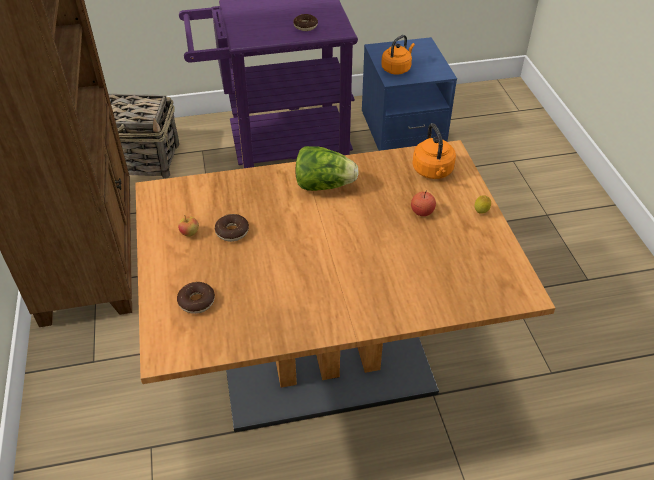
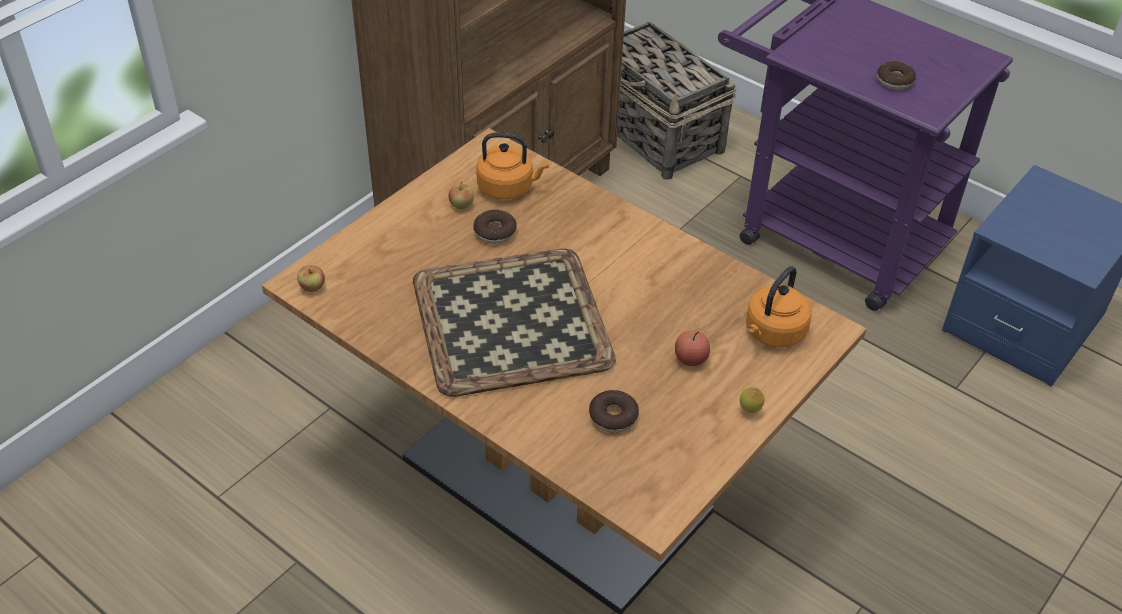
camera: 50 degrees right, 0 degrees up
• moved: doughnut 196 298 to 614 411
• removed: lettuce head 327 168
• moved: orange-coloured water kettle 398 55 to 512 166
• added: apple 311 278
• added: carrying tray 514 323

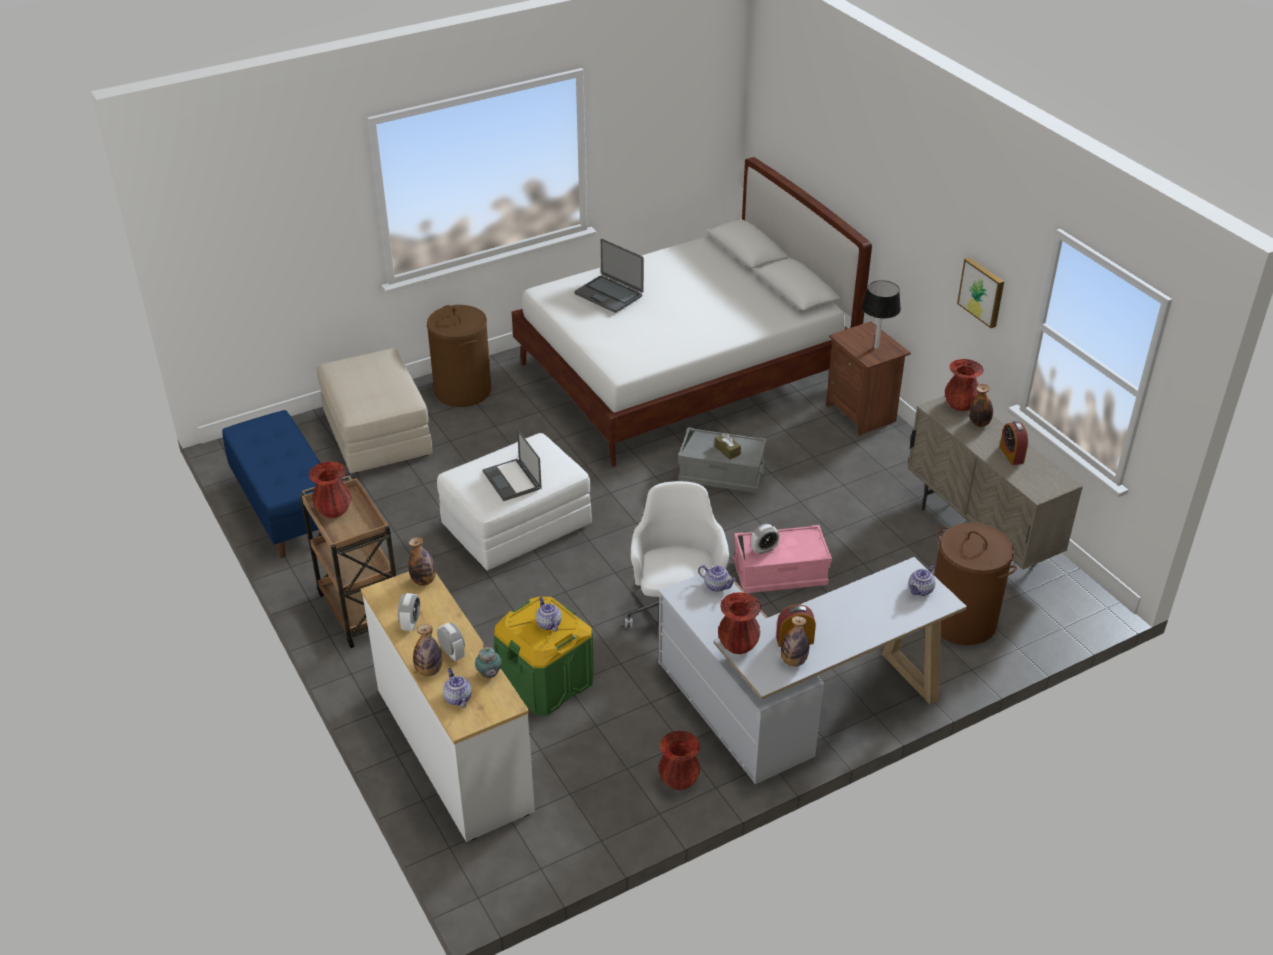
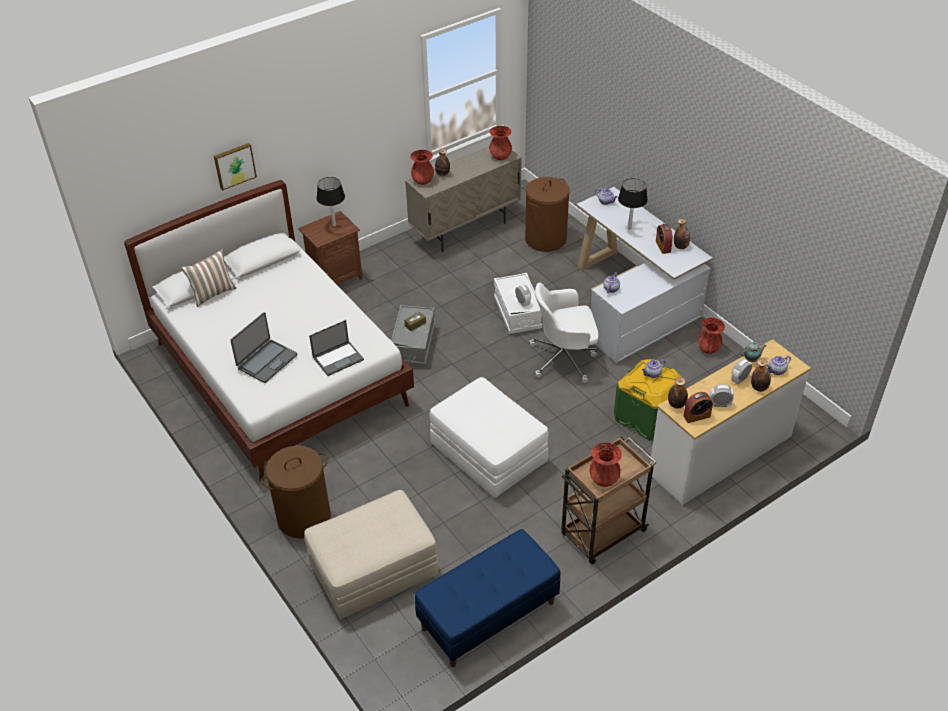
camera: 95 degrees left, 5 degrees up
• moved: laptop 512 465 to 336 348
• moved: red decorative vase 739 623 to 500 143
• recoloured: pink-coloured storage box 783 559 to white-coloured storage box 518 303
• moved: picture 980 292 to 235 166
• moved: alarm clock 1014 443 to 698 407
• added: pillow 208 278
• added: blackish tabletop lamp 633 203

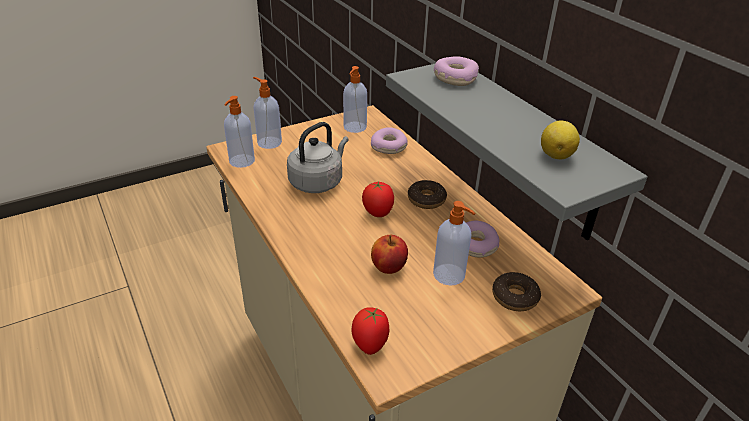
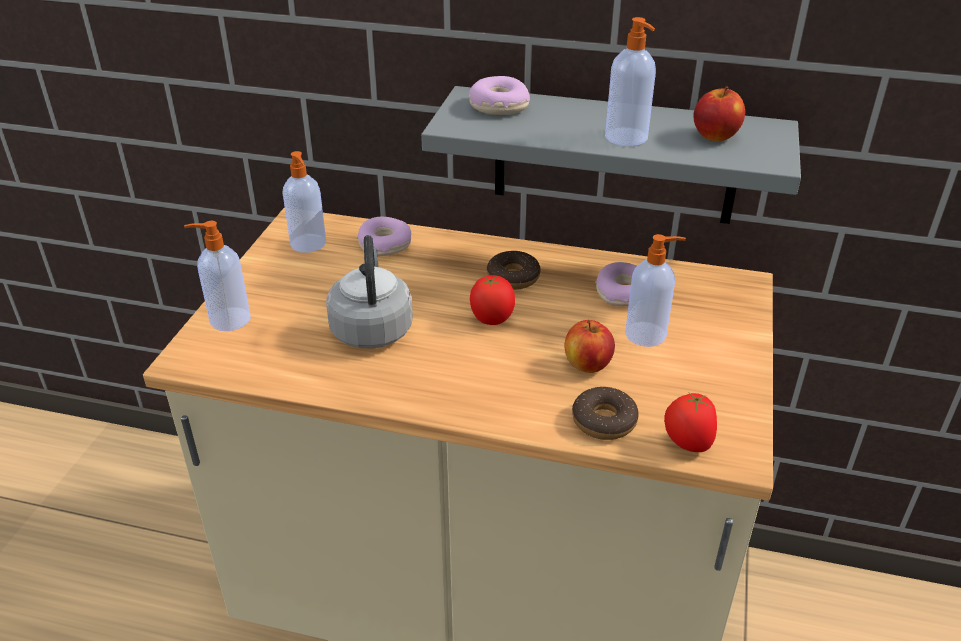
camera: 45 degrees left, 0 degrees up
• moved: soap bottle 239 132 to 630 81
• moved: doughnut 516 291 to 605 413
• replaced: citrus fruit 560 139 to apple 719 113

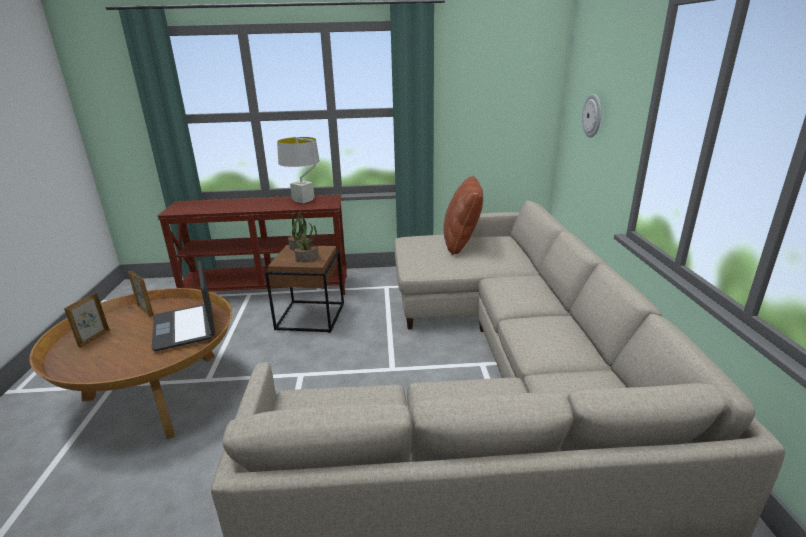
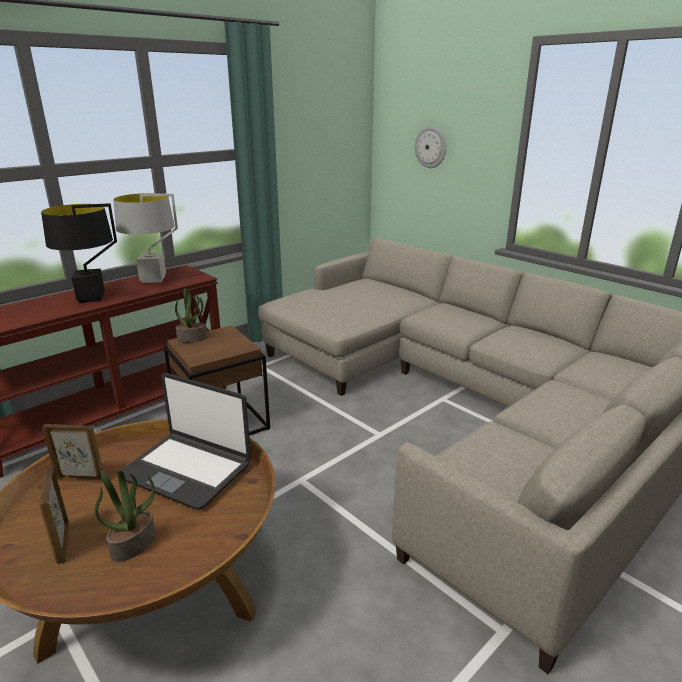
camera: 40 degrees left, 0 degrees up
• moved: potted plant 306 240 to 125 516
• removed: brownish pillow 463 215
• added: blackish tabletop lamp 79 253

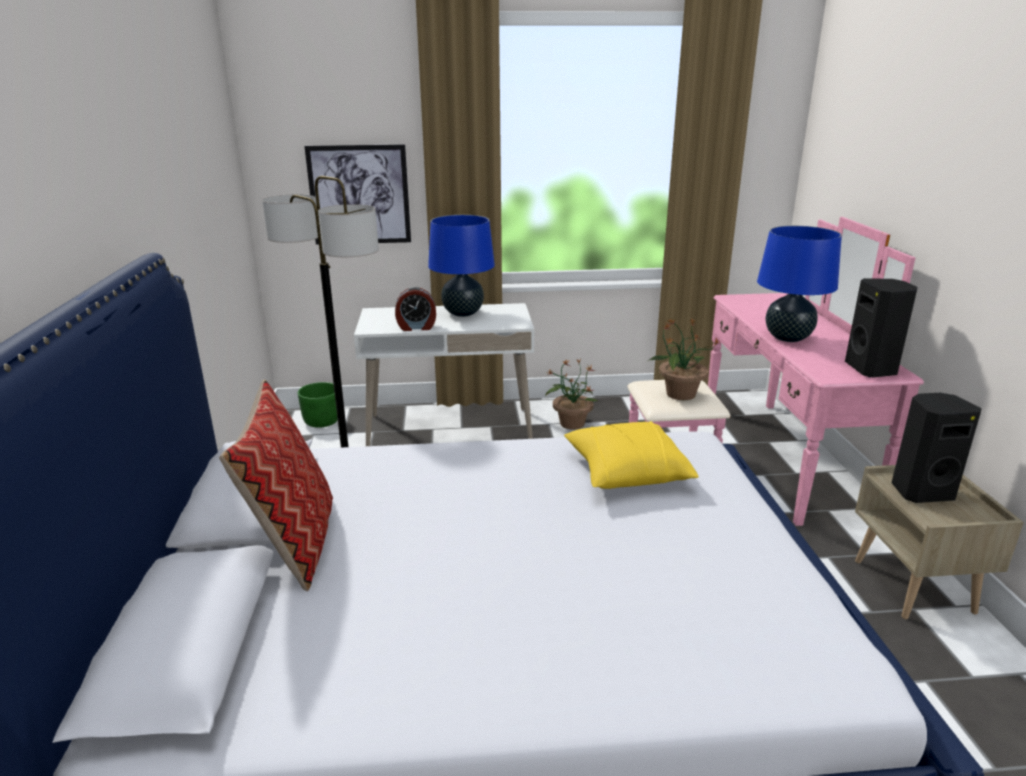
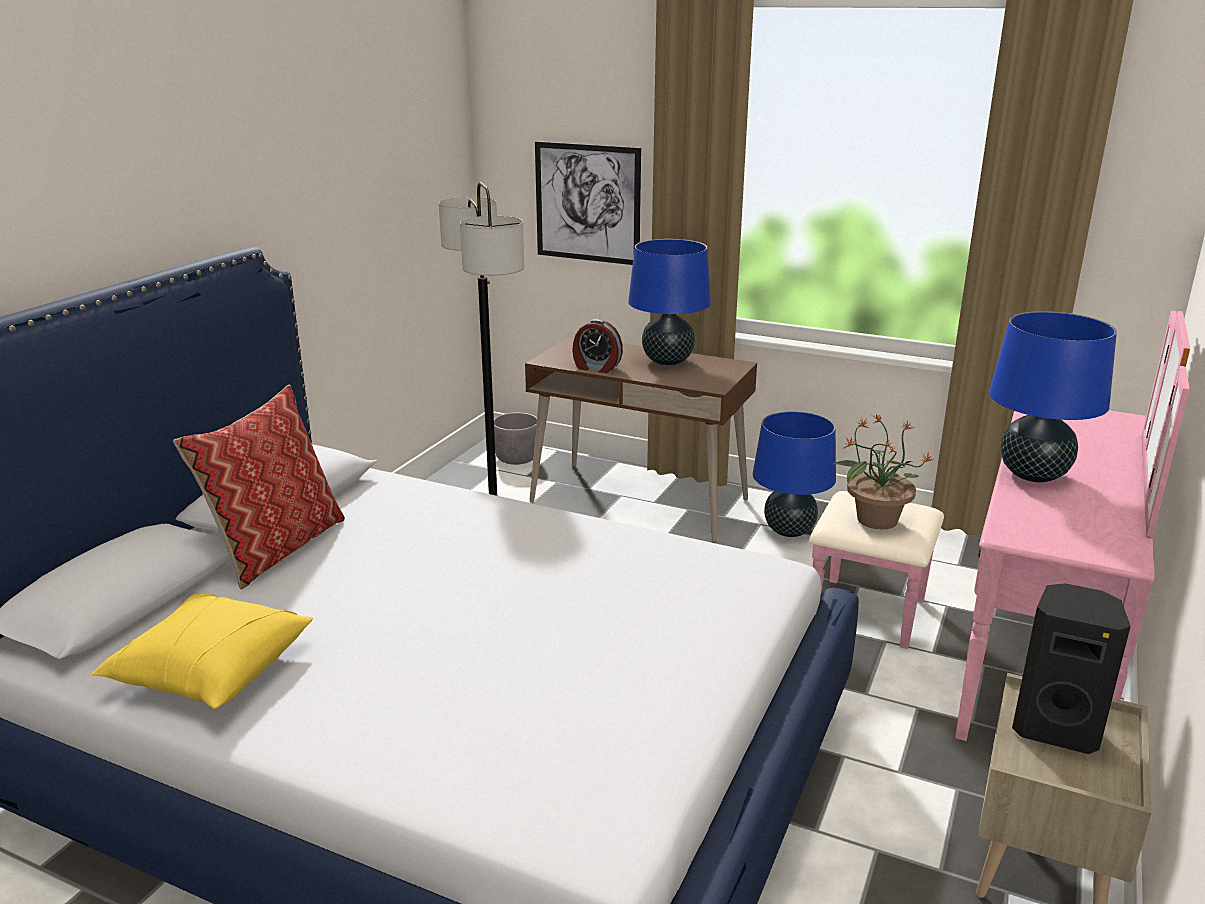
camera: 30 degrees right, 0 degrees up
• recoloured: green flower pot 318 405 to gray flower pot 515 439
• recoloured: white-coloured desk unit 444 374 to brownish desk unit 641 439
• replaced: potted plant 571 394 to blue-coloured tabletop lamp 794 474
• moved: yellowish pillow 631 455 to 202 651
• removed: blackish audio speaker 881 327

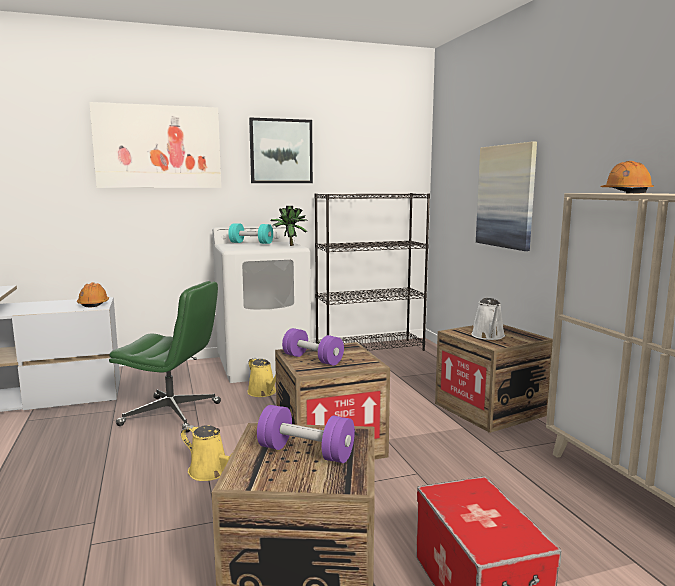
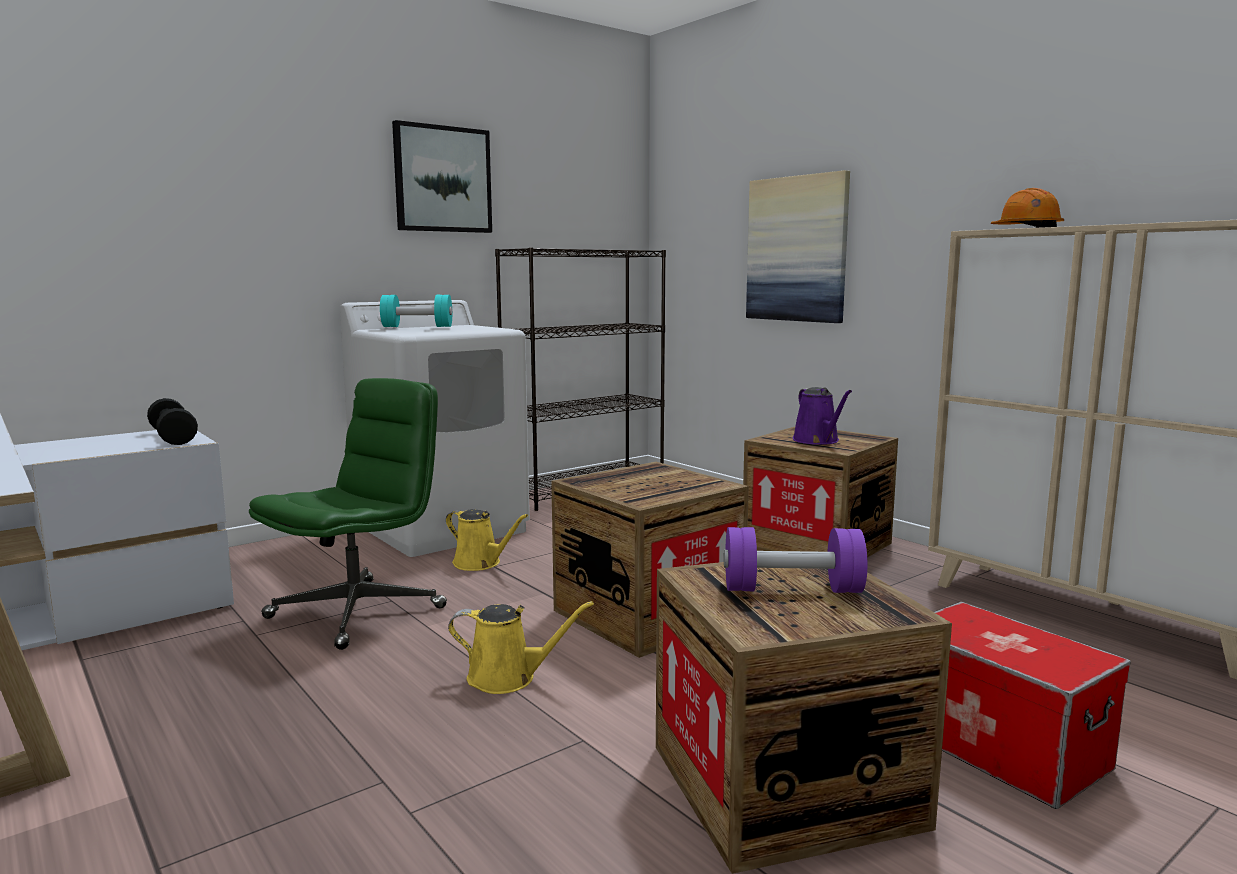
camera: 20 degrees left, 0 degrees up
• replaced: orange-coloured work helmet 93 294 to blackish dumbbell 172 421
• removed: picture 155 145
• turned: green computer chair 165 357 = 348 514 45 degrees counterclockwise
• removed: potted plant 289 226
• removed: purplish dumbbell 313 346
• recoloured: white-coloured watering can 488 319 to purplish watering can 822 416

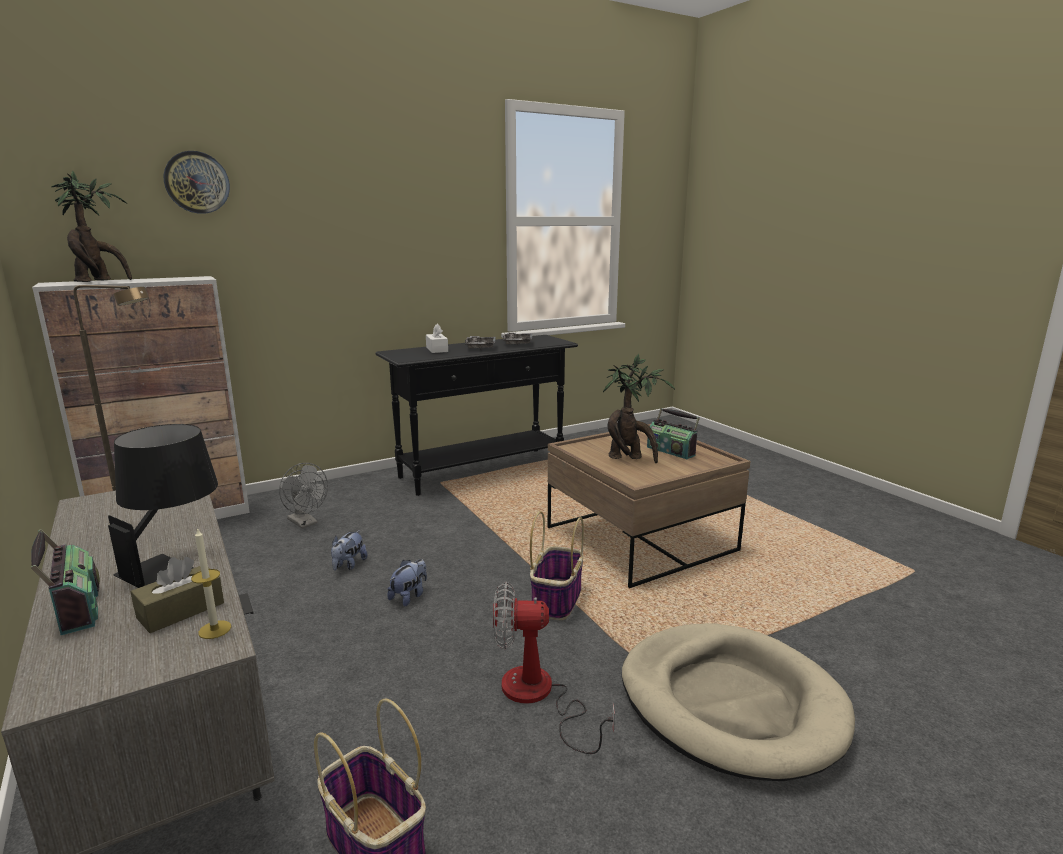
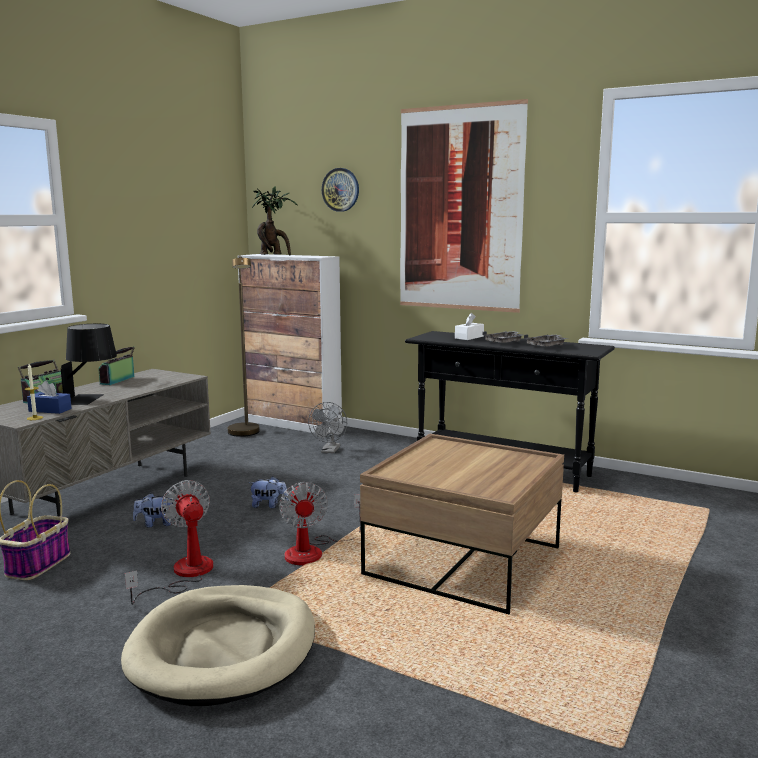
camera: 60 degrees right, 5 degrees down
• recoloured: brownish tissue holder 177 595 to blue-coloured tissue holder 49 397
• moved: cuddly toy 349 550 to 153 510
• replaced: storage basket 557 565 to fan 320 523
• removed: potted plant 639 408
• moved: radio set 673 433 to 116 365
• added: picture 464 206

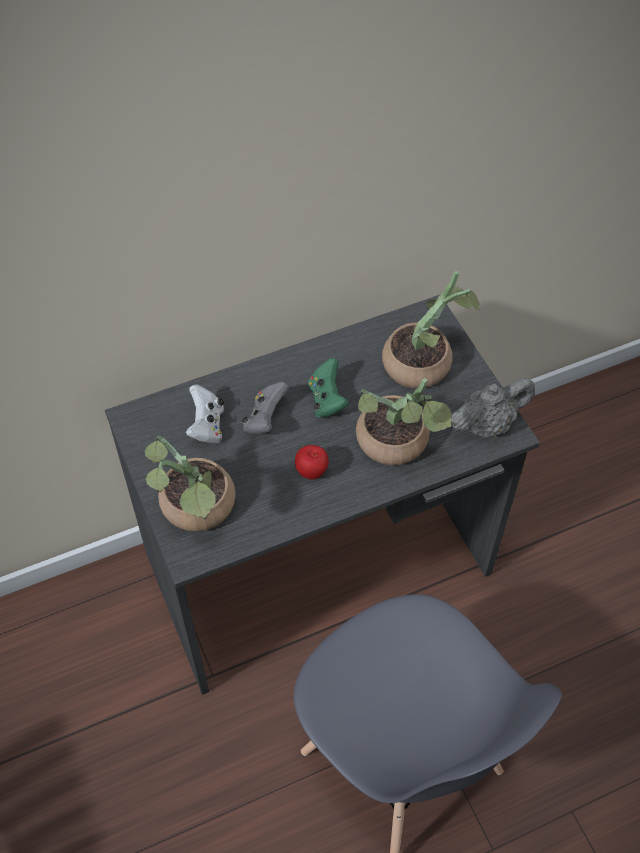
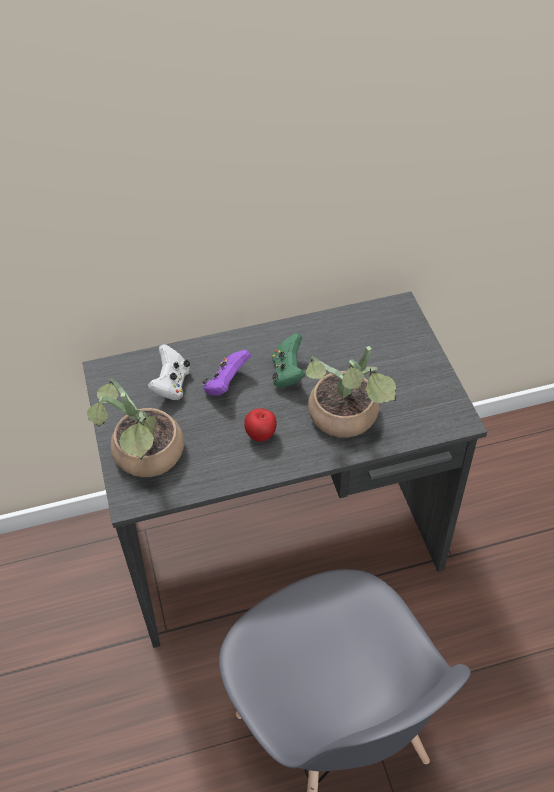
camera: 10 degrees right, 5 degrees down
• recoloured: gray gamepad 265 407 to purplish gamepad 227 372
• removed: potted plant 431 329
• removed: gray teapot 493 407

